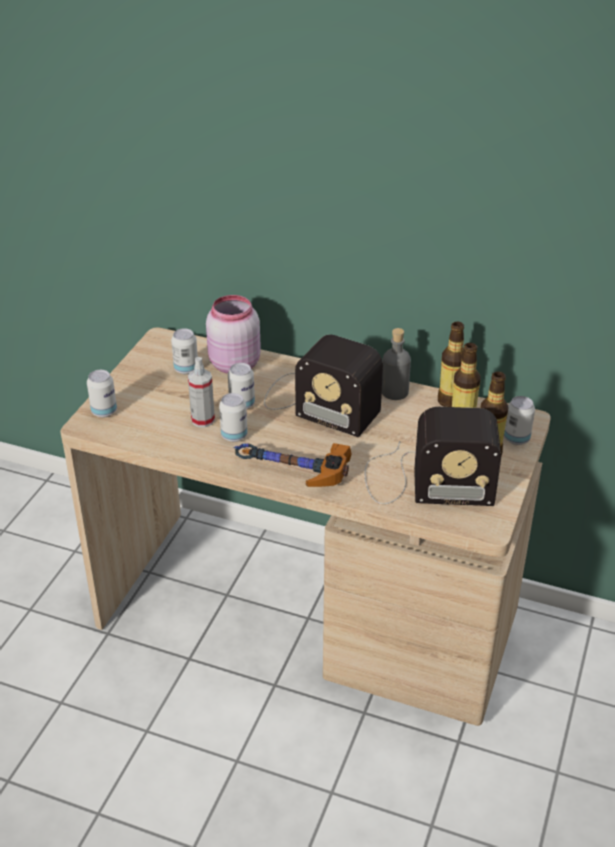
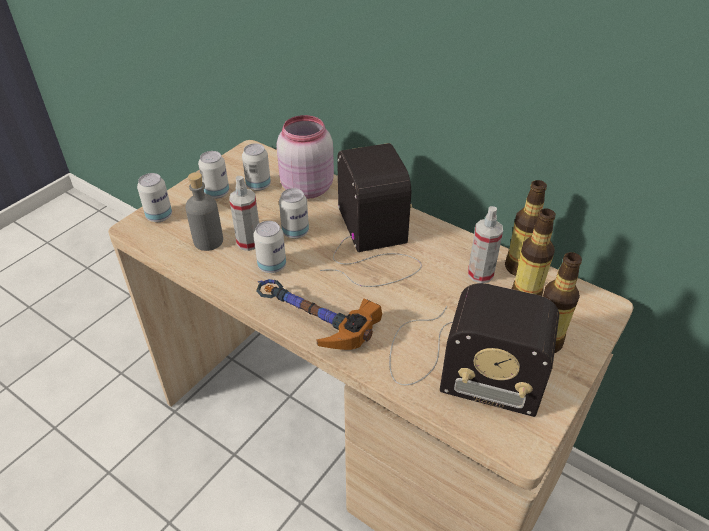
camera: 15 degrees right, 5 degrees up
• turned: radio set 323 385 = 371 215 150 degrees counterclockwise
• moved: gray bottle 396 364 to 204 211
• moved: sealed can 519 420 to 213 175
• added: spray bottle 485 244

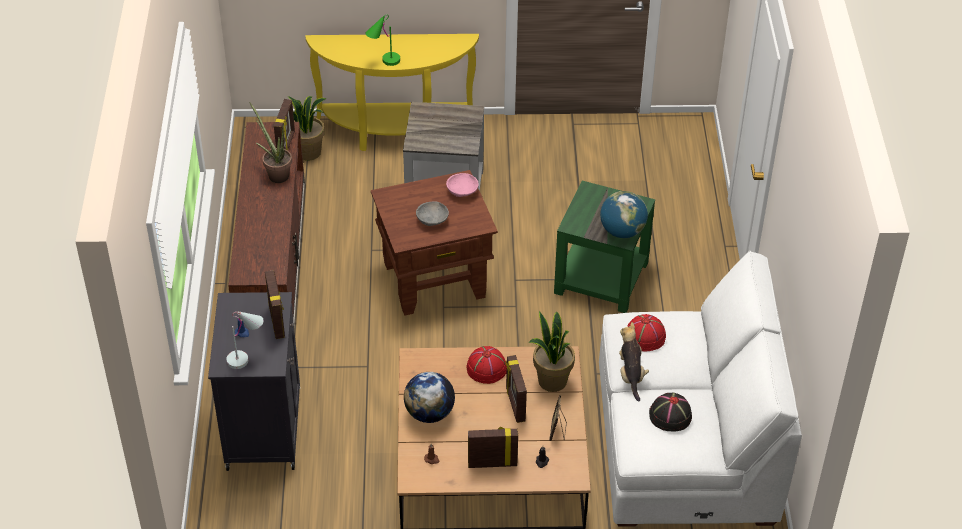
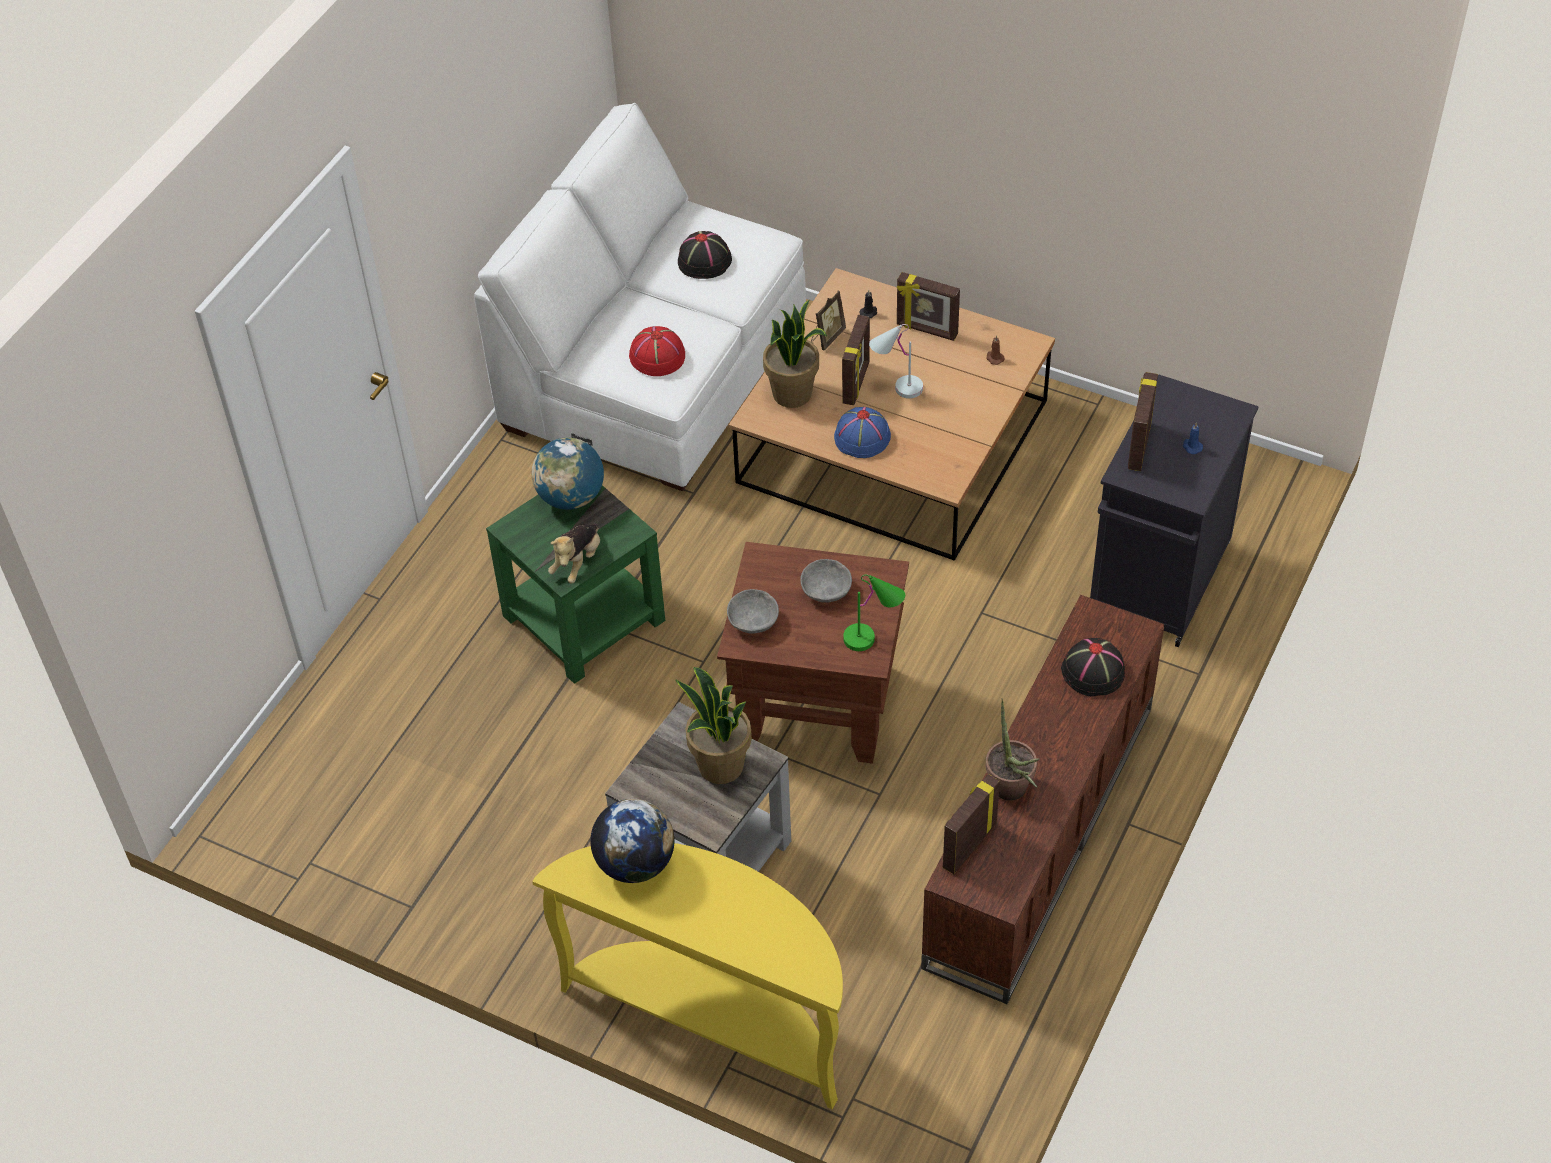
camera: 150 degrees left, 5 degrees up
• moved: white-coloured tabletop lamp 245 340 to 896 361
• moved: potted plant 307 128 to 713 725
• moved: green tabletop lamp 382 40 to 874 613
• moved: globe 429 397 to 632 841
• recoloured: pink-coloured serving bowl 462 185 to gray serving bowl 753 611
• recoloured: red hat 487 365 to blue-coloured hat 862 432
• moved: cuddly toy 634 361 to 574 553
• added: blackish hat 1093 667

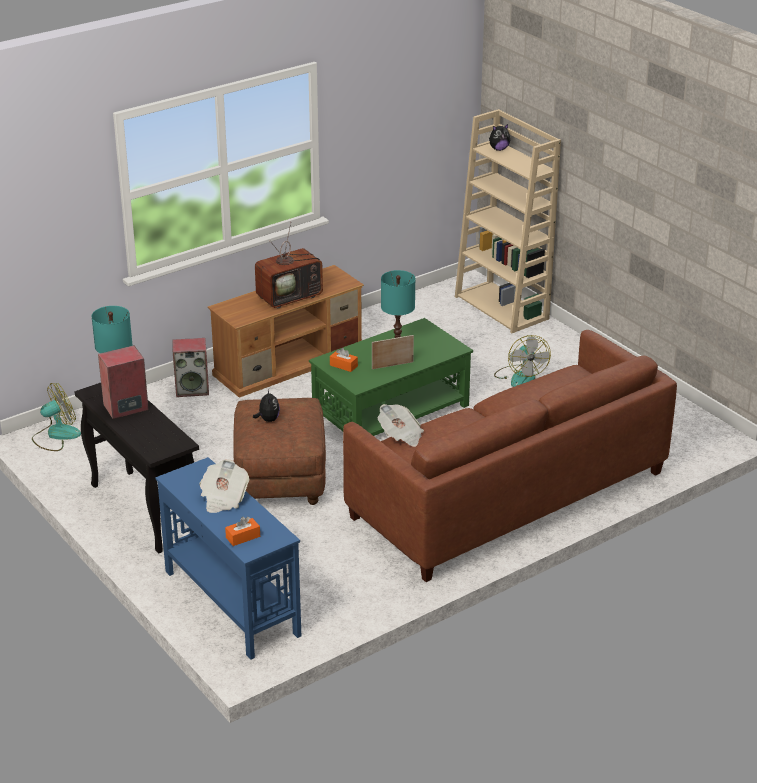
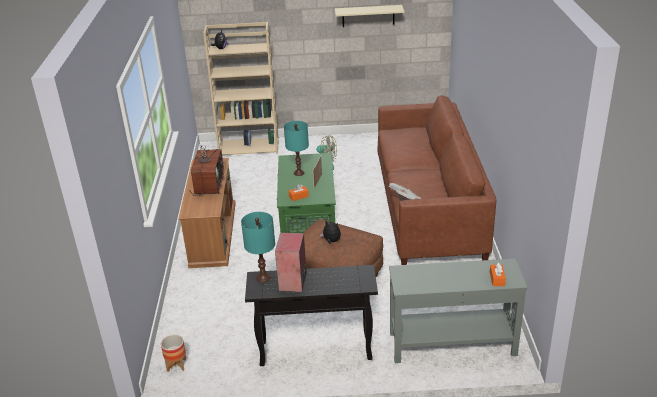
camera: 55 degrees left, 0 degrees up
• replaced: fan 56 417 to flower pot 173 352
• recoloured: blue-coloured hall table 228 558 to gray hall table 458 311
• removed: audio speaker 190 367
• removed: newspaper 224 486
• added: beige-coloured shelf 369 16

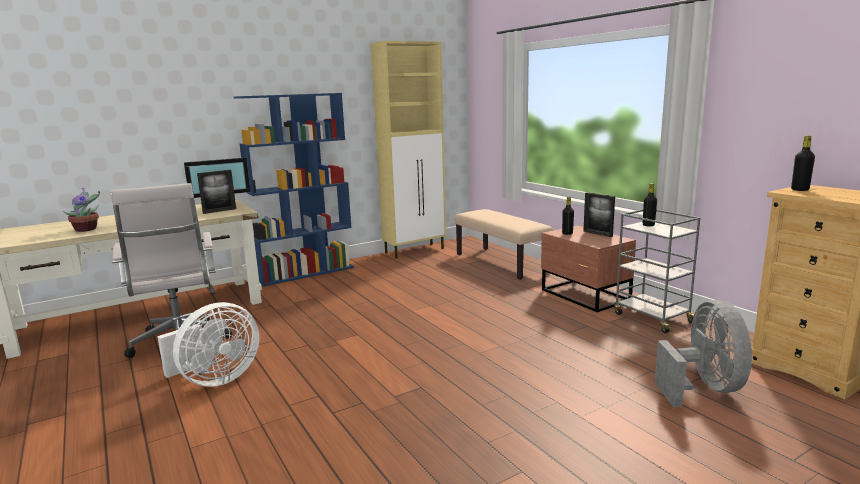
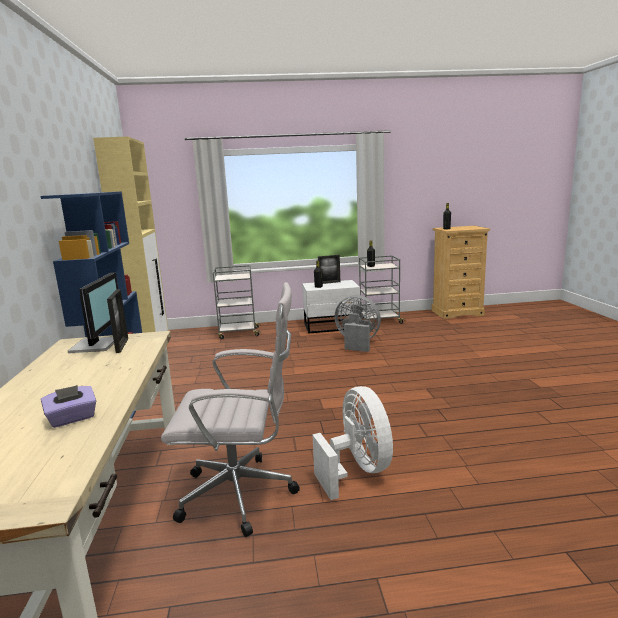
camera: 65 degrees left, 0 degrees up
• replaced: potted plant 81 210 to purplish tissue holder 68 406
• replaced: beige-coloured indoor bench 504 244 to gray trolley 237 302
• recoloured: brownish nightstand 588 268 to white-coloured nightstand 331 307
• moved: gray fan 703 353 to 358 323

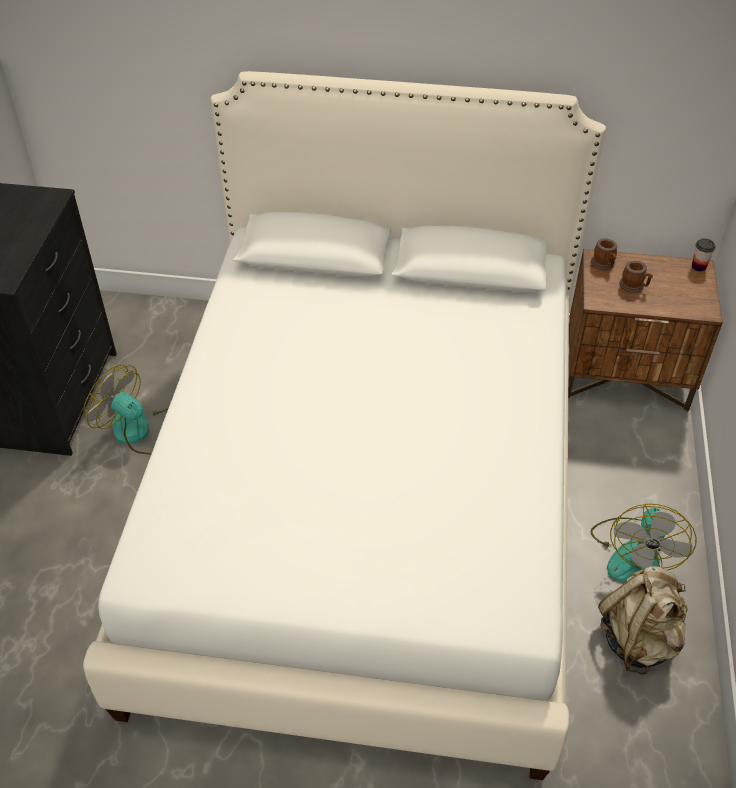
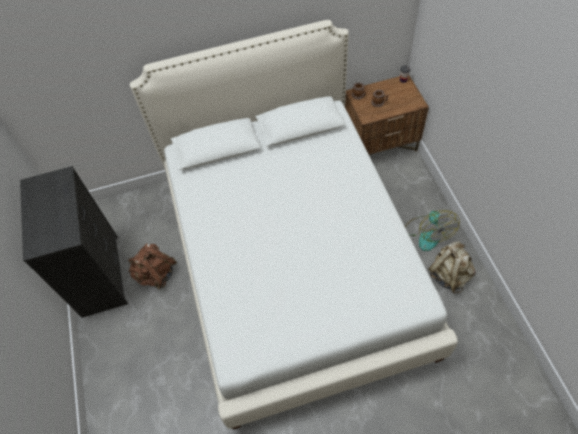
camera: 20 degrees left, 10 degrees up
• replaced: fan 125 410 to brownish rucksack 152 267

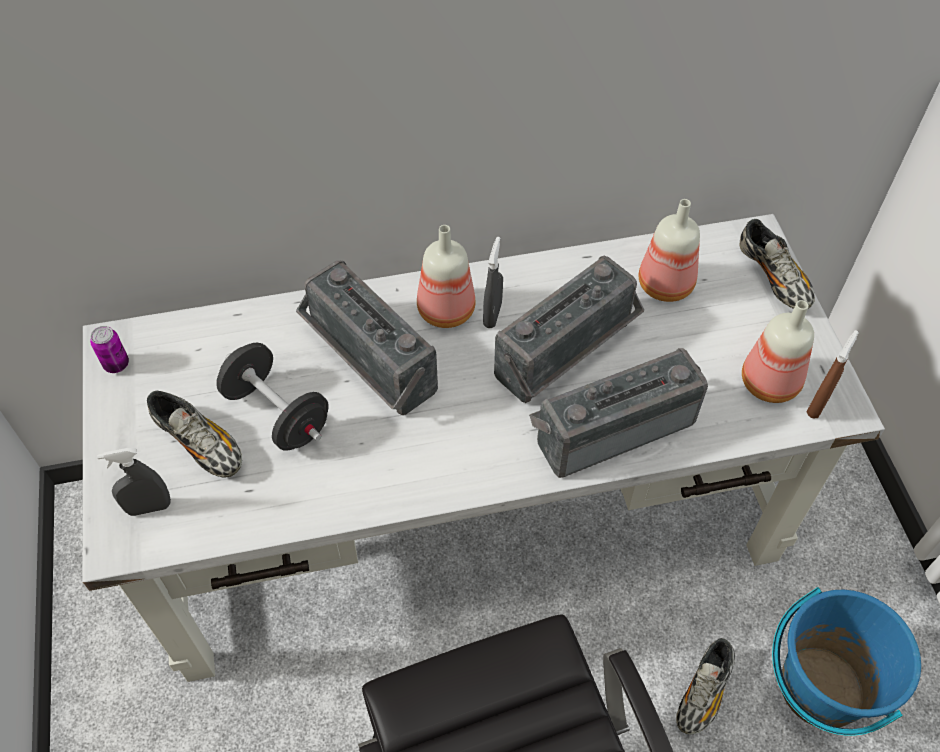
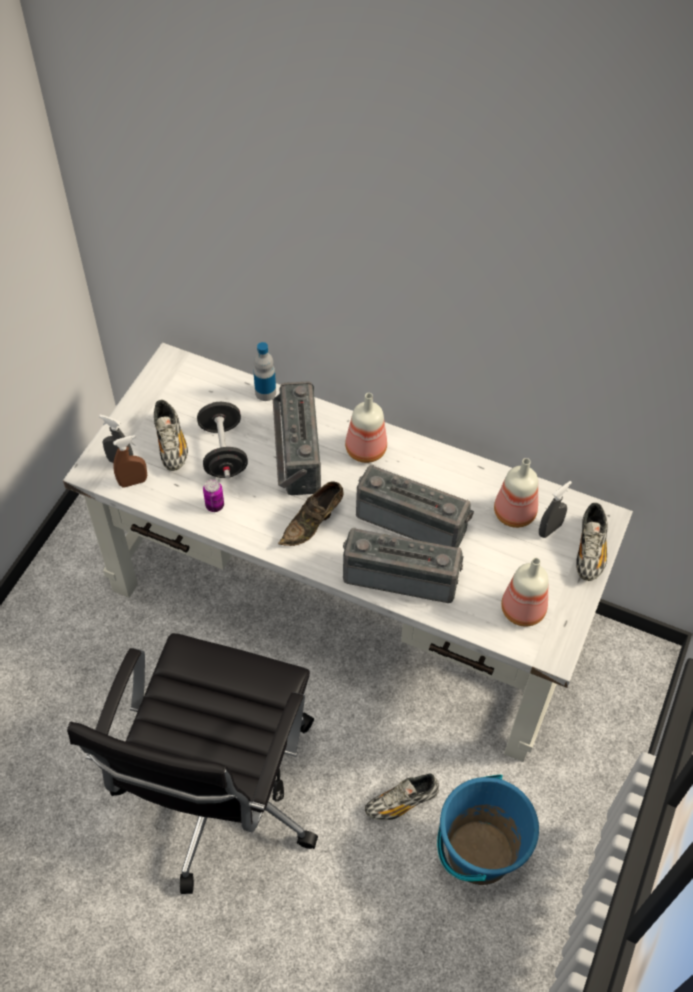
camera: 35 degrees right, 0 degrees up
• moved: sealed can 109 349 to 213 495
• moved: gray spray bottle 493 282 to 555 509
• turned: radio set 569 329 = 415 506 150 degrees counterclockwise
• moved: brownish spray bottle 833 374 to 130 461
• added: bottle 264 371
• added: brownish shoe 310 513

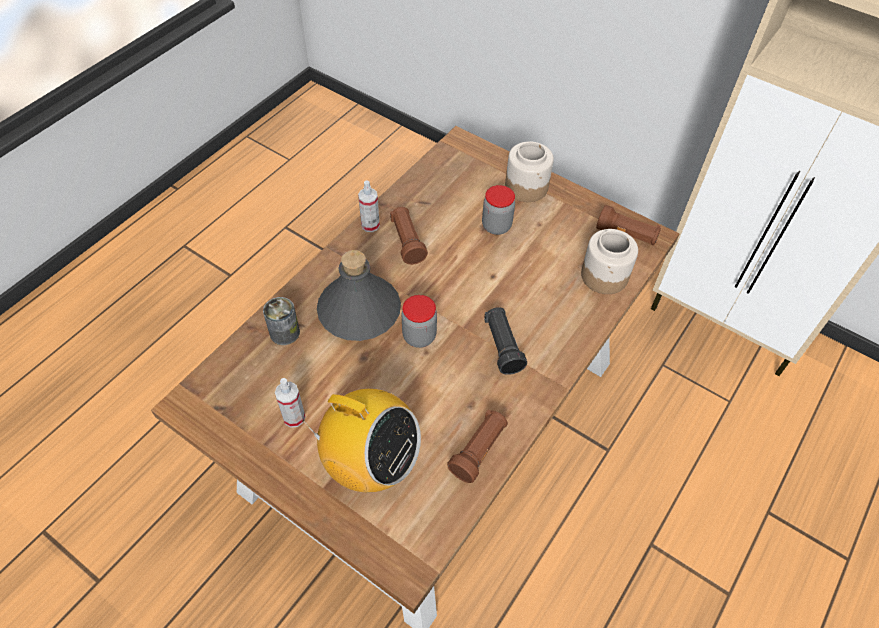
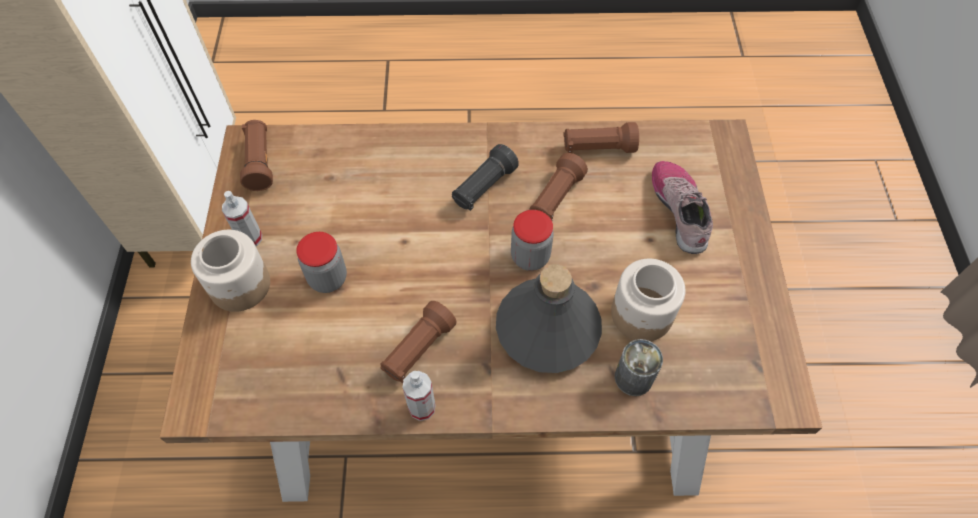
camera: 125 degrees left, 5 degrees up
• moved: spray bottle 290 403 to 242 218
• replaced: radio set 361 441 to shoe 682 207
• moved: jar 609 261 to 648 300
• added: brownish hand torch 558 187

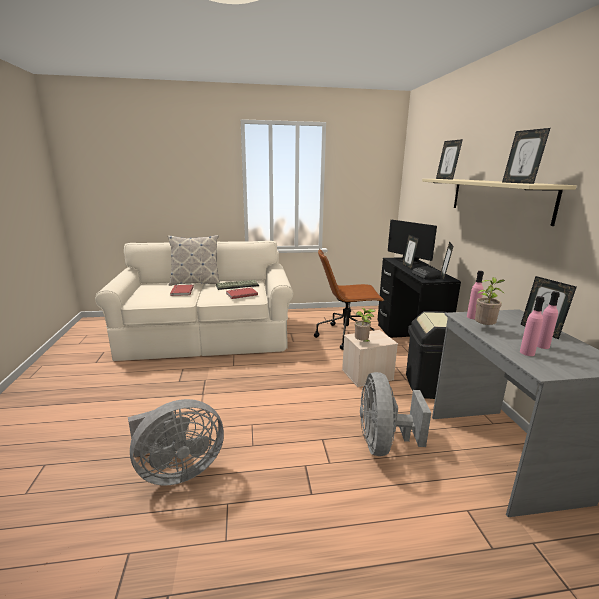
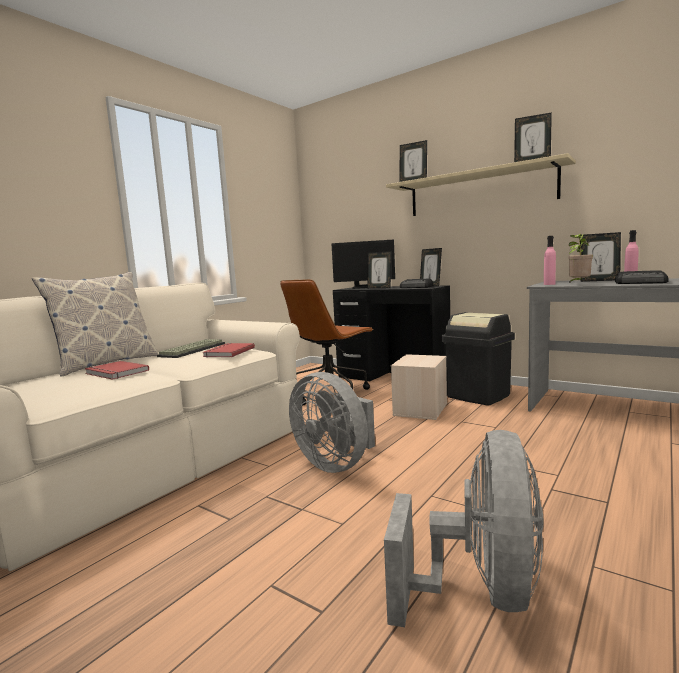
camera: 45 degrees left, 10 degrees down
• removed: potted plant 365 325
• moved: gray fan 395 414 to 332 422
• replaced: pink-coloured bottle 532 326 to radio set 642 277

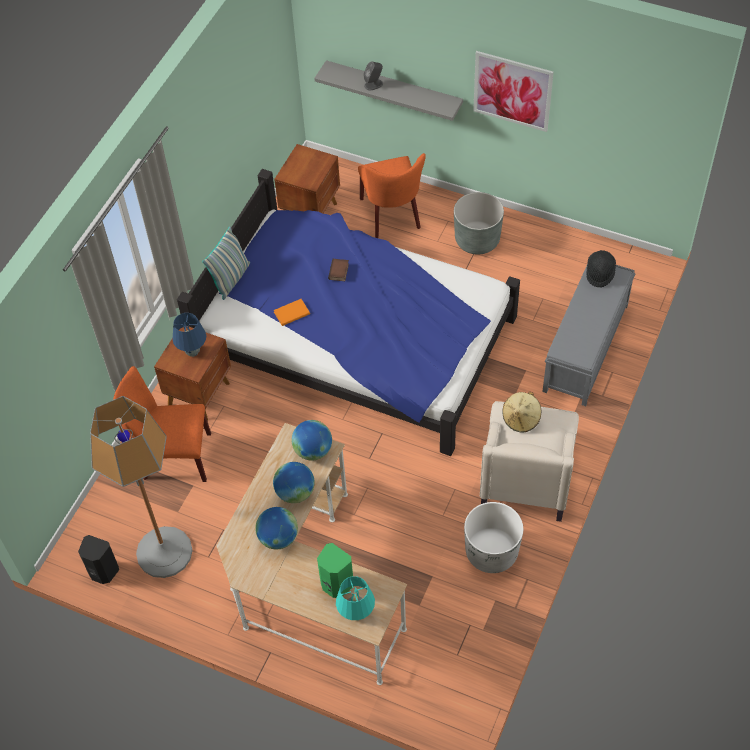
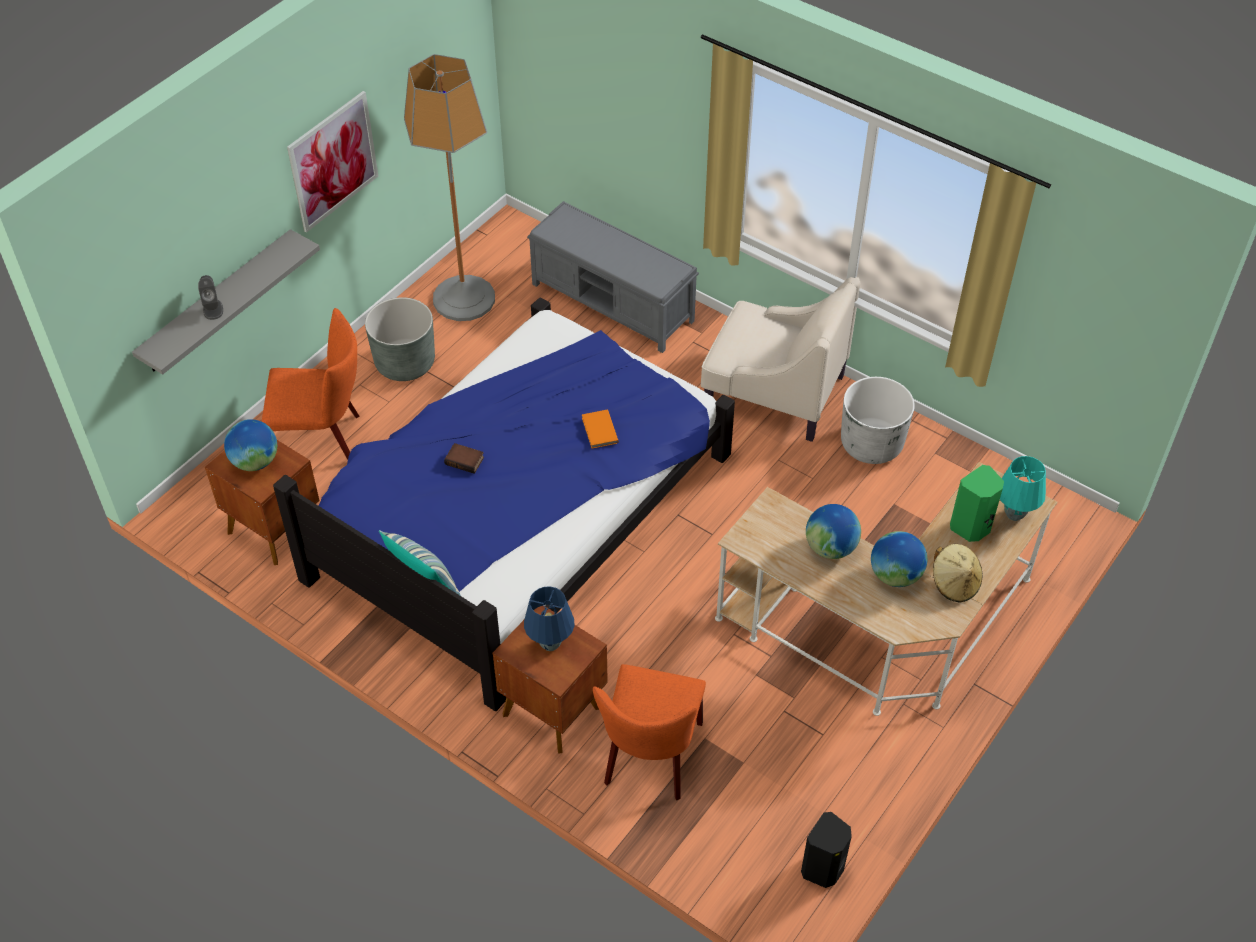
camera: 80 degrees left, 5 degrees down
• moved: standing lamp 141 487 to 449 187
• moved: orange-coloured volume 292 312 to 600 429
• moved: globe 312 440 to 250 445
• moved: beige-coloured hat 522 412 to 957 573
• removed: blackish hat 601 269

